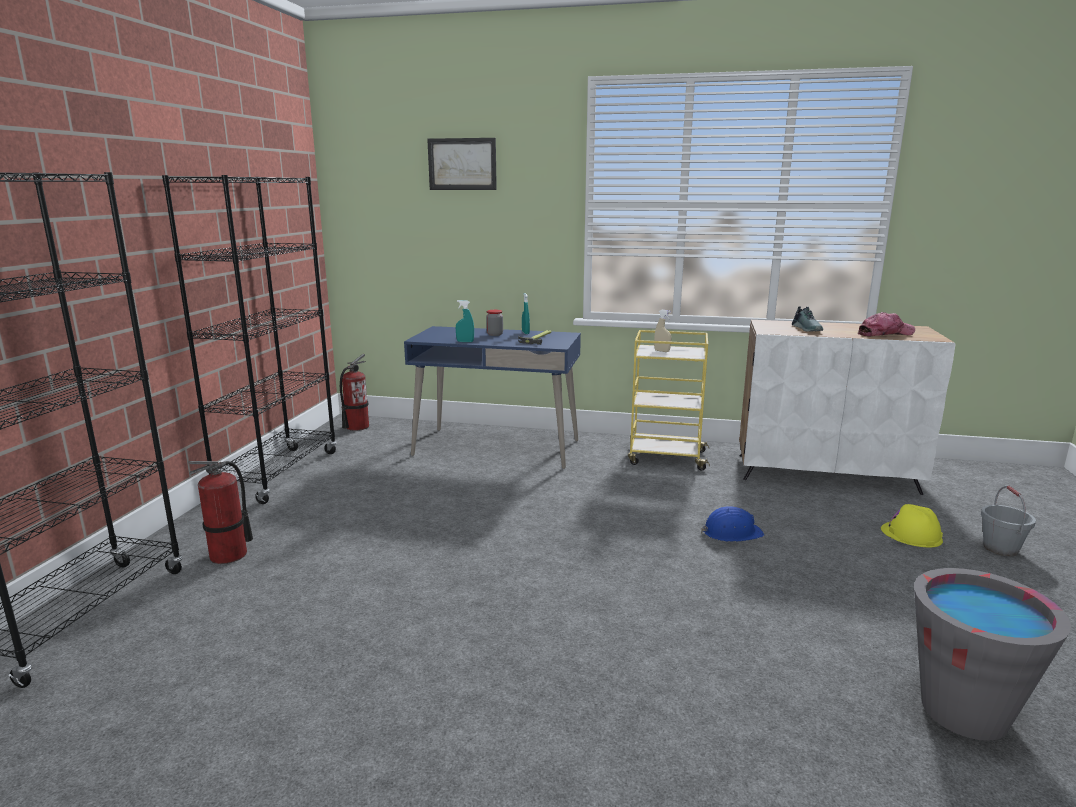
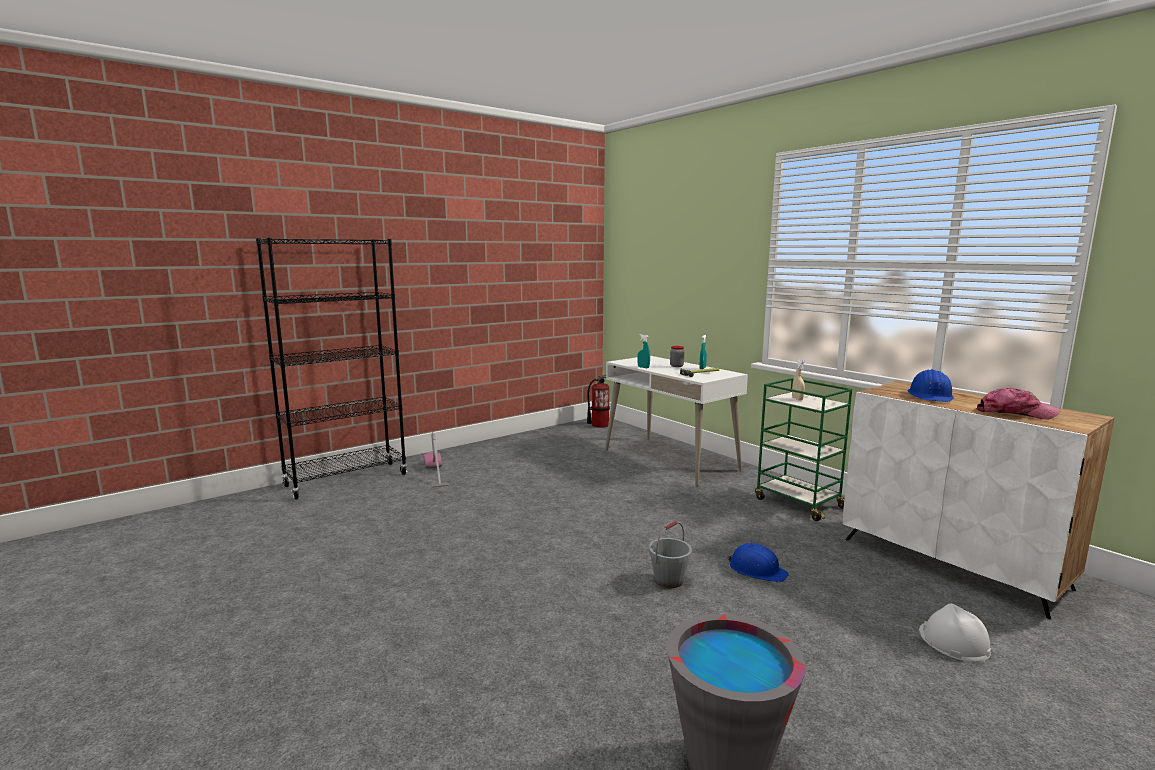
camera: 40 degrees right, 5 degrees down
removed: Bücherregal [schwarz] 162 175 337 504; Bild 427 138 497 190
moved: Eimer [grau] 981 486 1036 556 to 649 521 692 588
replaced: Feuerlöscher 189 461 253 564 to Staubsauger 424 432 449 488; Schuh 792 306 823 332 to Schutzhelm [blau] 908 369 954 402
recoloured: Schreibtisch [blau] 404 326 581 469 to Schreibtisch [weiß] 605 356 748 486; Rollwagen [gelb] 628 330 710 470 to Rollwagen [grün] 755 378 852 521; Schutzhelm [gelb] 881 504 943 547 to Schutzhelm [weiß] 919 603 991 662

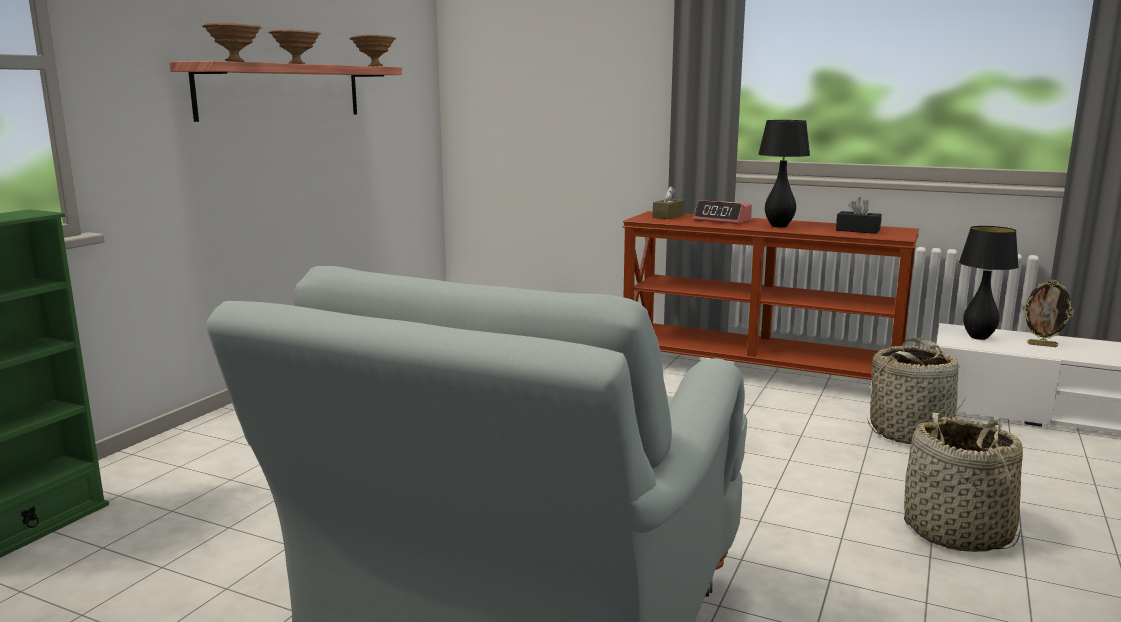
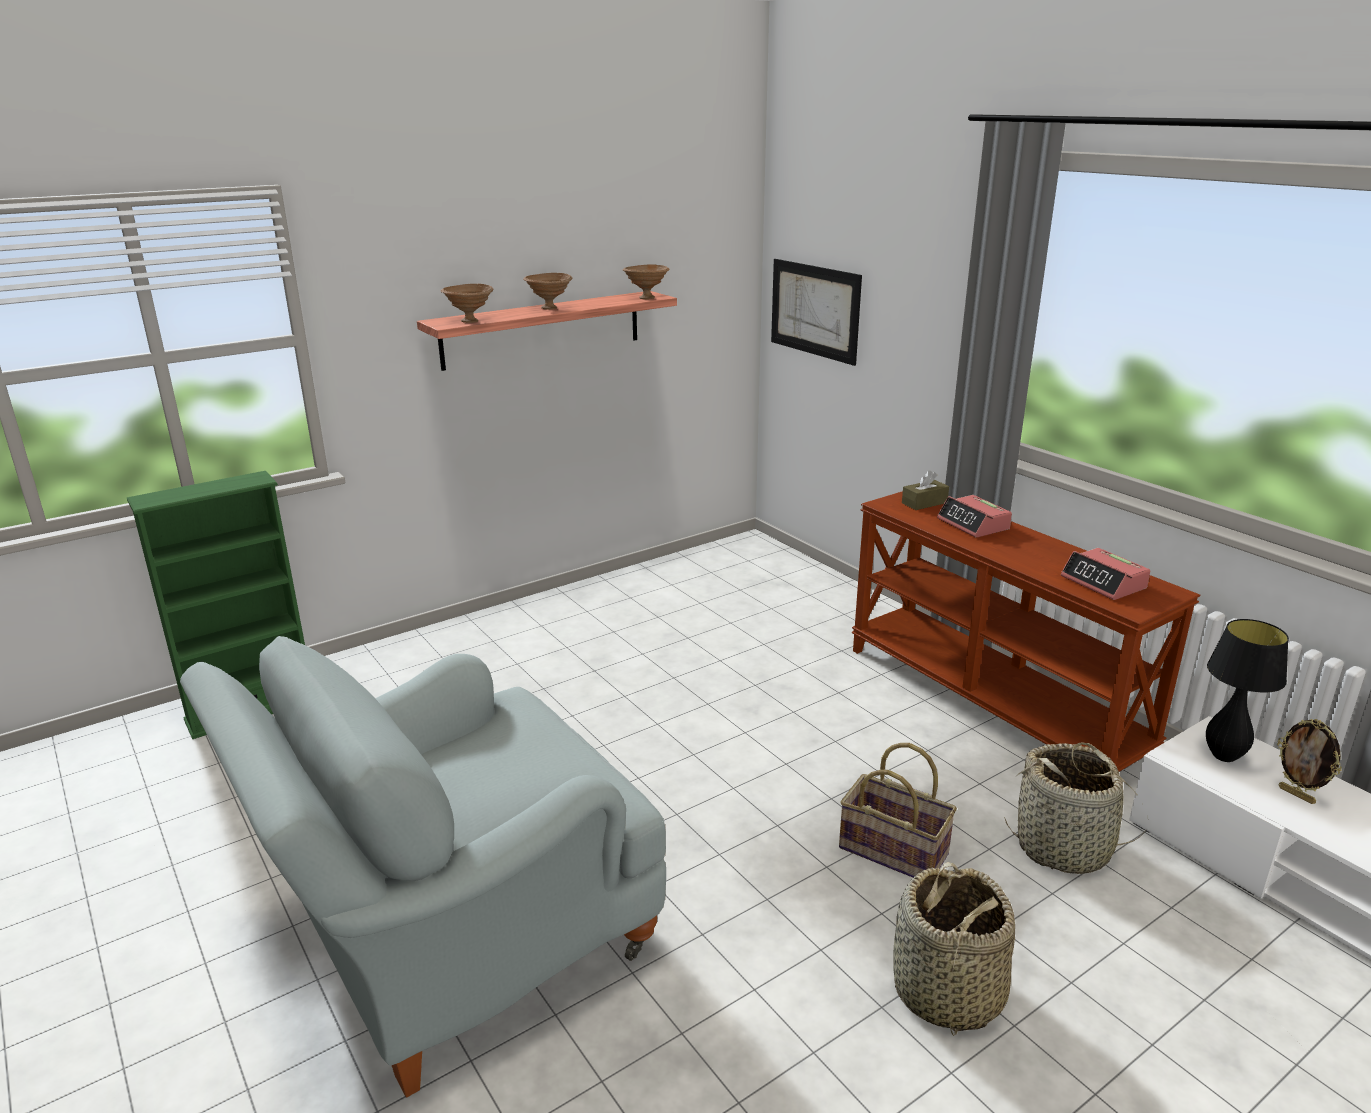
camera: 30 degrees right, 10 degrees up
removed: Tischlampe [schwarz] 758 120 810 227
added: Bild 771 259 862 366; Korb 839 743 957 878
replaced: Taschentuchbox [schwarz] 836 197 882 234 to Wecker 1061 548 1150 600

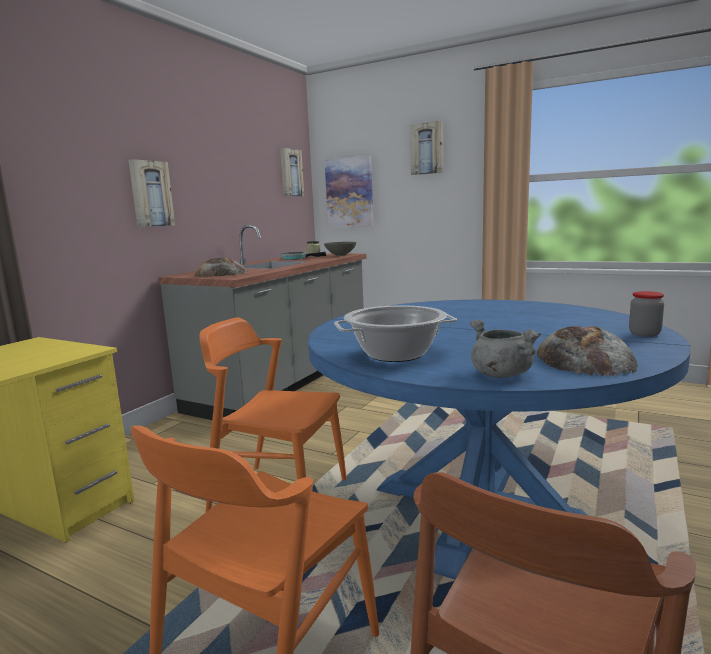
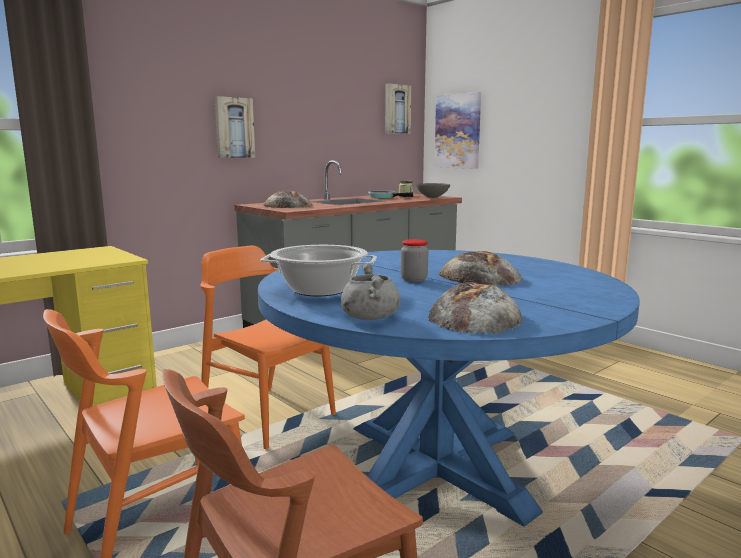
camera: 20 degrees right, 0 degrees up
removed: Bild 410 121 443 175
added: Brot 439 251 523 286
moved: Vorratsglas 629 291 664 337 to 401 239 428 282

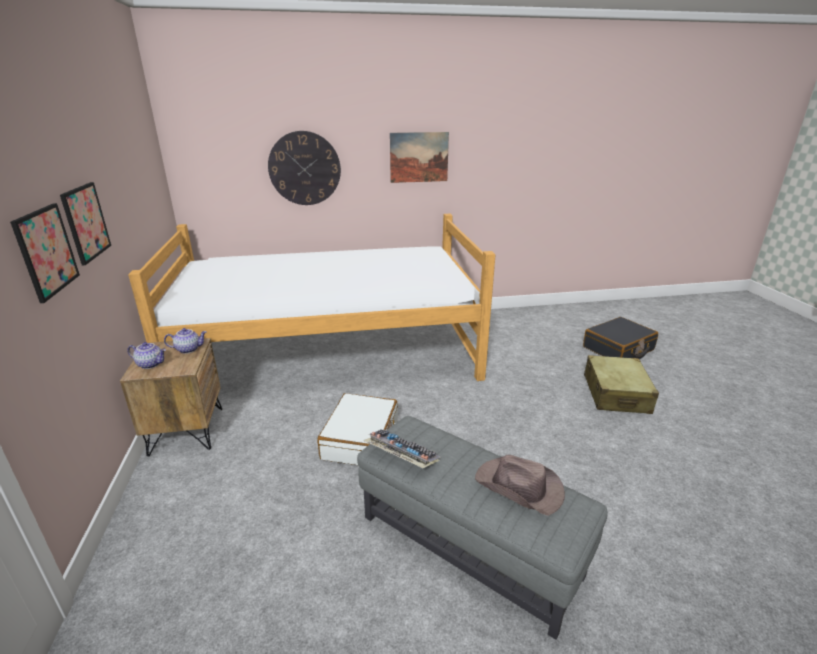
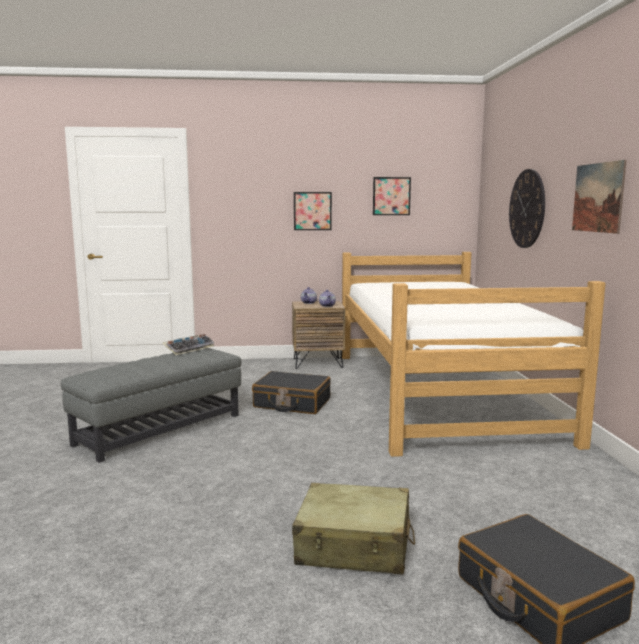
camera: 95 degrees right, 15 degrees down
removed: Hut [braun] 475 455 565 516
moved: Bild 10 203 80 303 to 373 177 411 215
recoloured: Koffer [weiß] 318 393 398 465 to Koffer [schwarz] 252 371 331 414

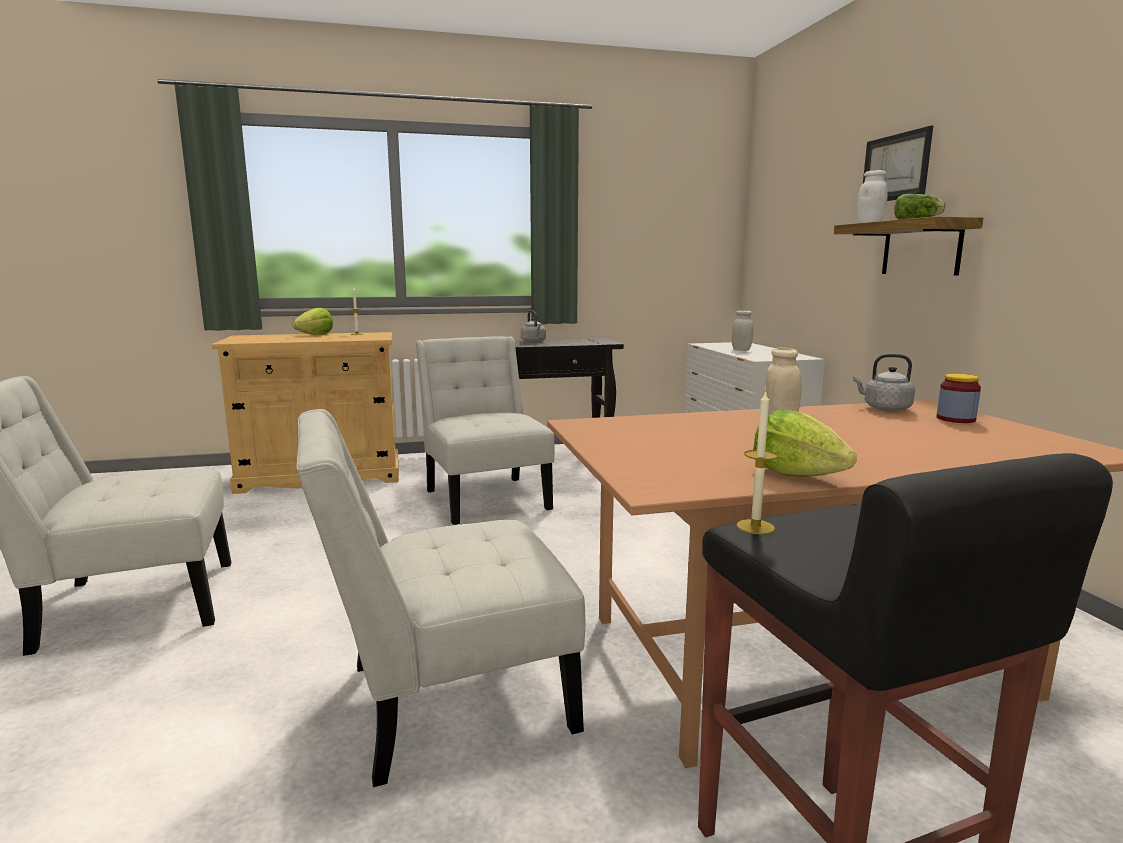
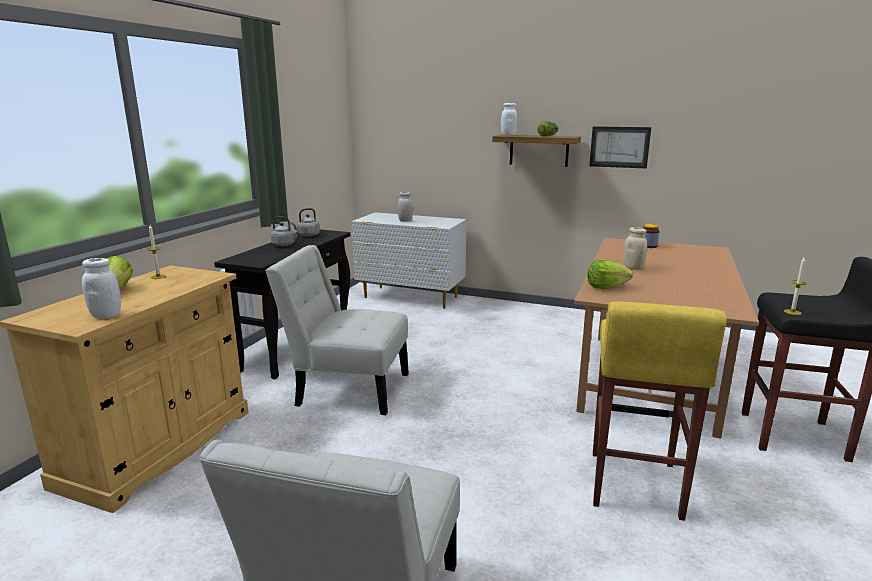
camera: 55 degrees left, 5 degrees up
added: Vorratsglas [weiß] 82 258 121 319
moved: Wasserkessel [grau] 853 354 915 411 to 290 208 320 236; Salatkopf 753 410 857 477 to 587 259 633 289; Bild 863 126 933 201 to 589 126 651 169
replaced: Stuhl [weiß] 296 409 585 787 to Hocker [gelb] 593 301 727 521

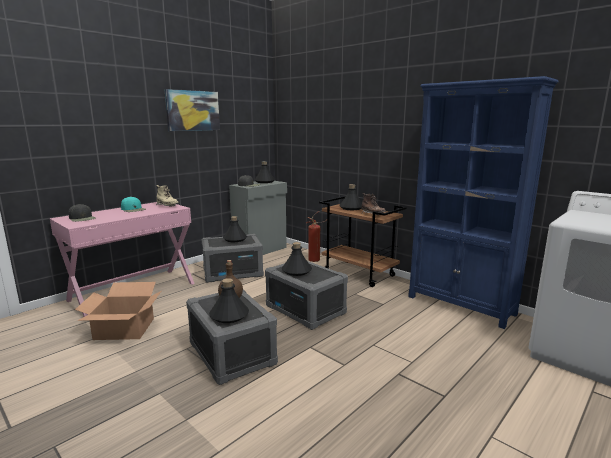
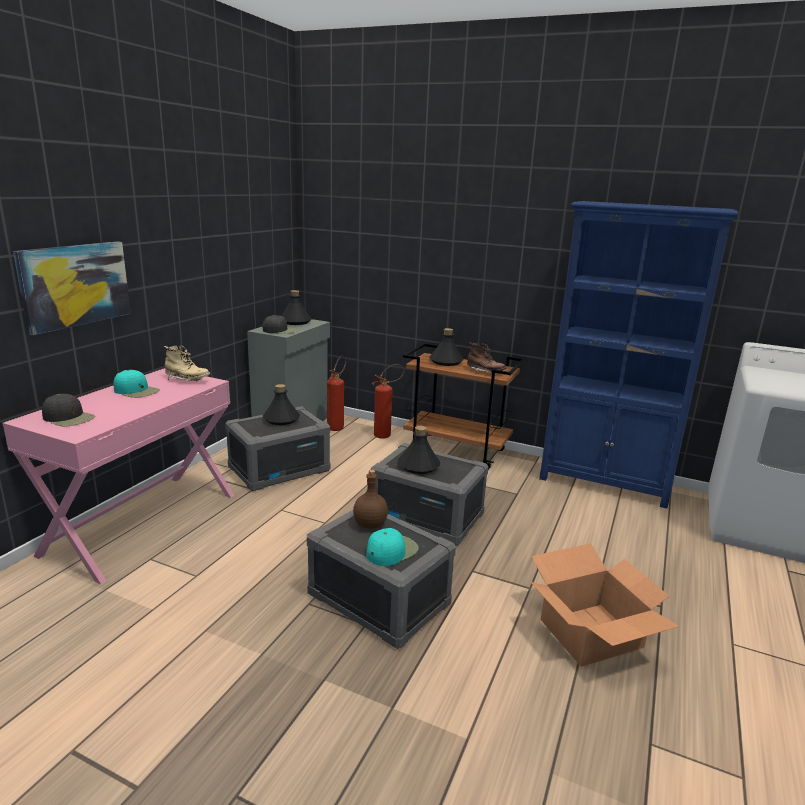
camera: 20 degrees left, 5 degrees up
added: Feuerlöscher 327 356 346 431
moved: Bild 164 89 220 131 to 13 242 131 335; Karton 75 282 161 340 to 530 543 680 667
replaced: Flasche [schwarz] 209 278 249 323 to Kappe [türkis] 366 528 419 566

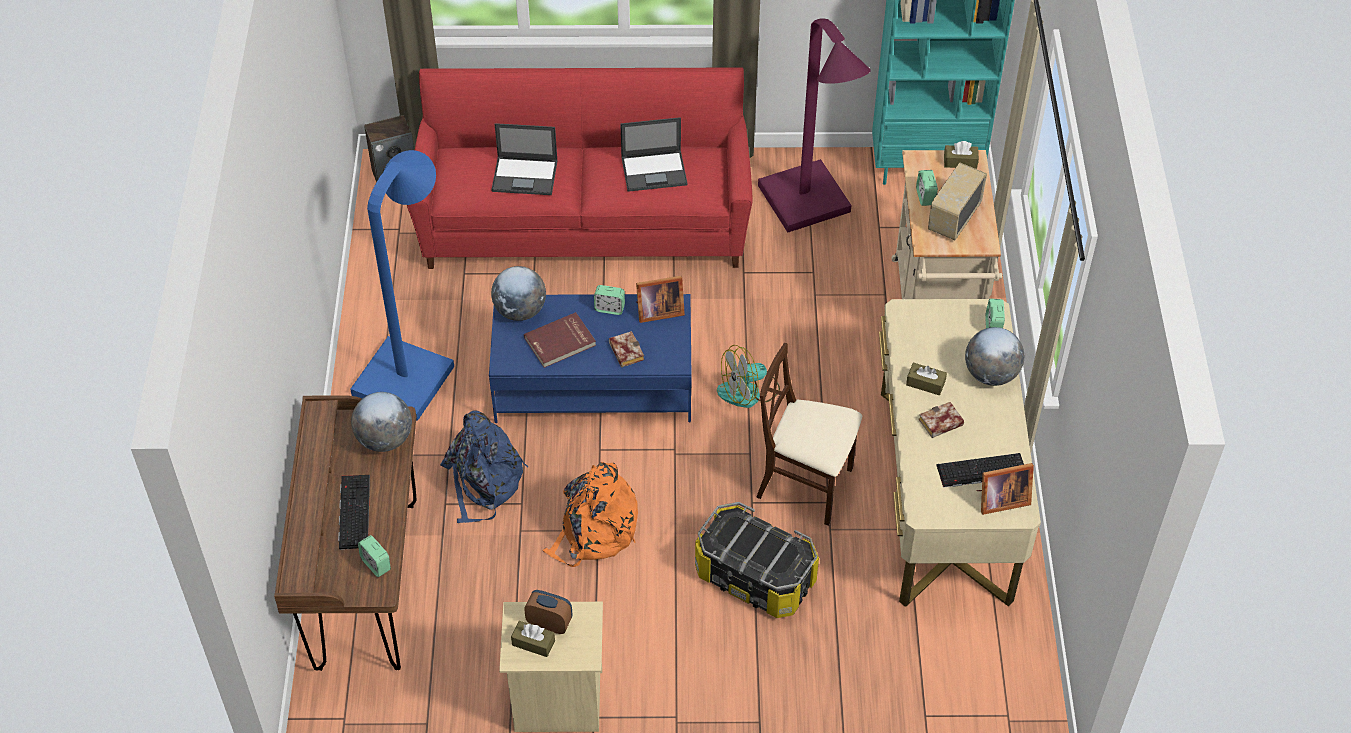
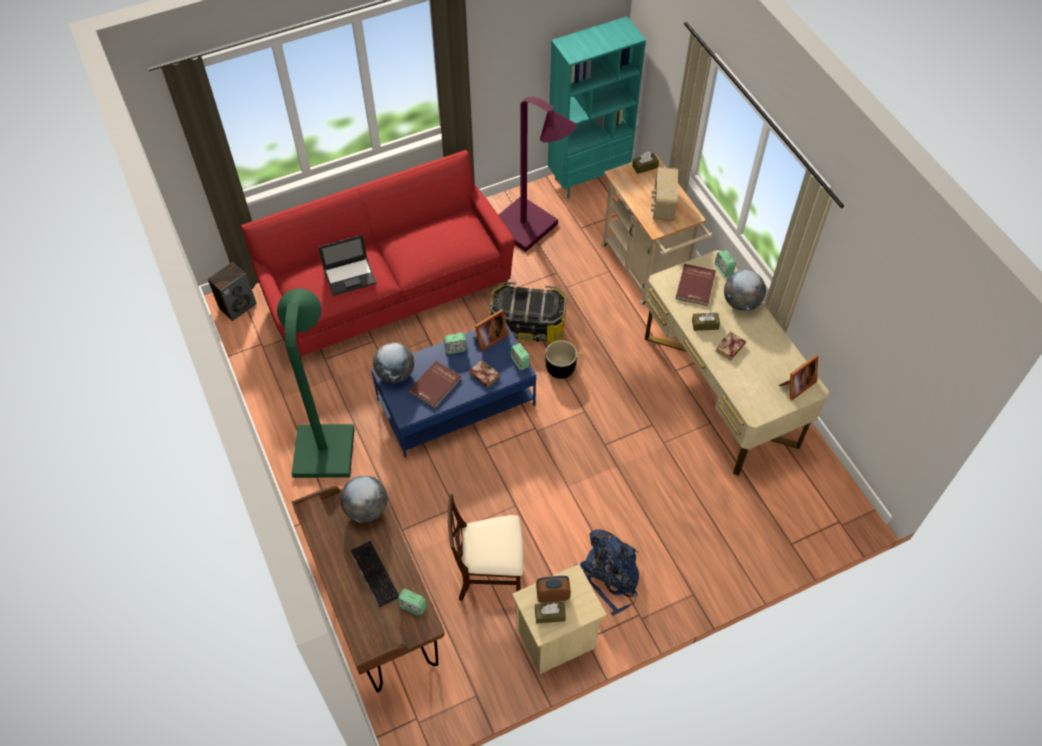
camera: 25 degrees left, 5 degrees up
removed: Rucksack [orange] 543 462 638 567; Laptop 620 117 688 192; Tastatur 936 453 1024 488
added: Buch [rot] 676 264 716 306
moved: Stuhl [beige] 756 343 862 526 to 448 494 523 601; Aufbewahrungsbox 695 502 819 618 to 489 282 567 342; Wecker 916 170 938 206 to 510 343 530 370; Rucksack [blau] 440 410 528 523 to 574 529 639 616
replaced: Ventilator 717 345 780 408 to Pflanzkübel [schwarz] 545 340 577 379
recoloured: Stehlampe [blau] 350 150 454 421 to Stehlampe [grün] 277 288 355 478

